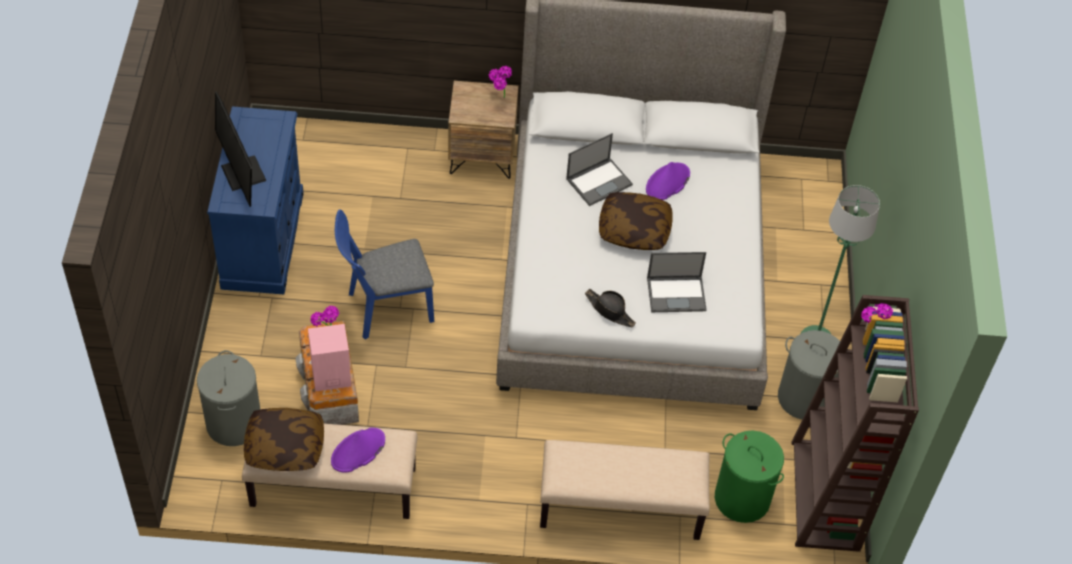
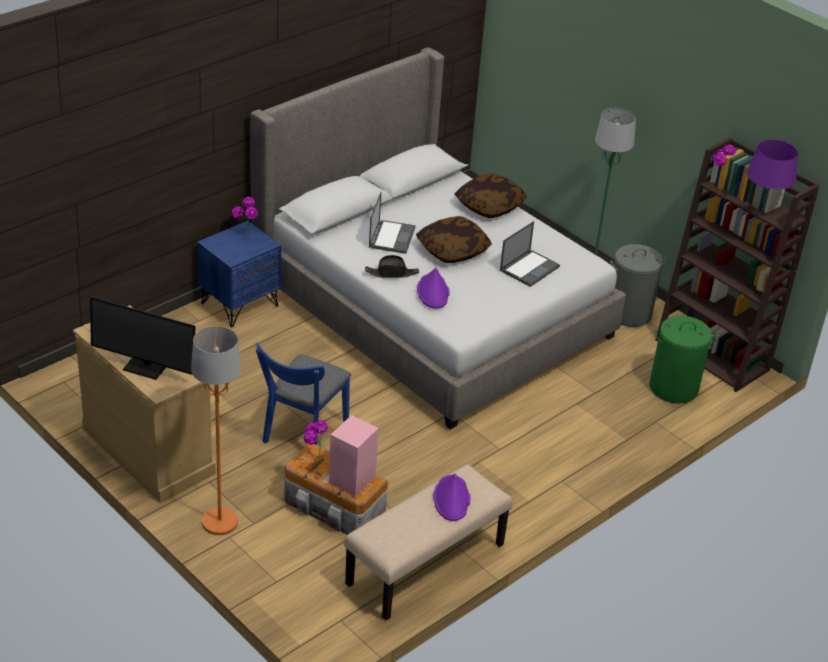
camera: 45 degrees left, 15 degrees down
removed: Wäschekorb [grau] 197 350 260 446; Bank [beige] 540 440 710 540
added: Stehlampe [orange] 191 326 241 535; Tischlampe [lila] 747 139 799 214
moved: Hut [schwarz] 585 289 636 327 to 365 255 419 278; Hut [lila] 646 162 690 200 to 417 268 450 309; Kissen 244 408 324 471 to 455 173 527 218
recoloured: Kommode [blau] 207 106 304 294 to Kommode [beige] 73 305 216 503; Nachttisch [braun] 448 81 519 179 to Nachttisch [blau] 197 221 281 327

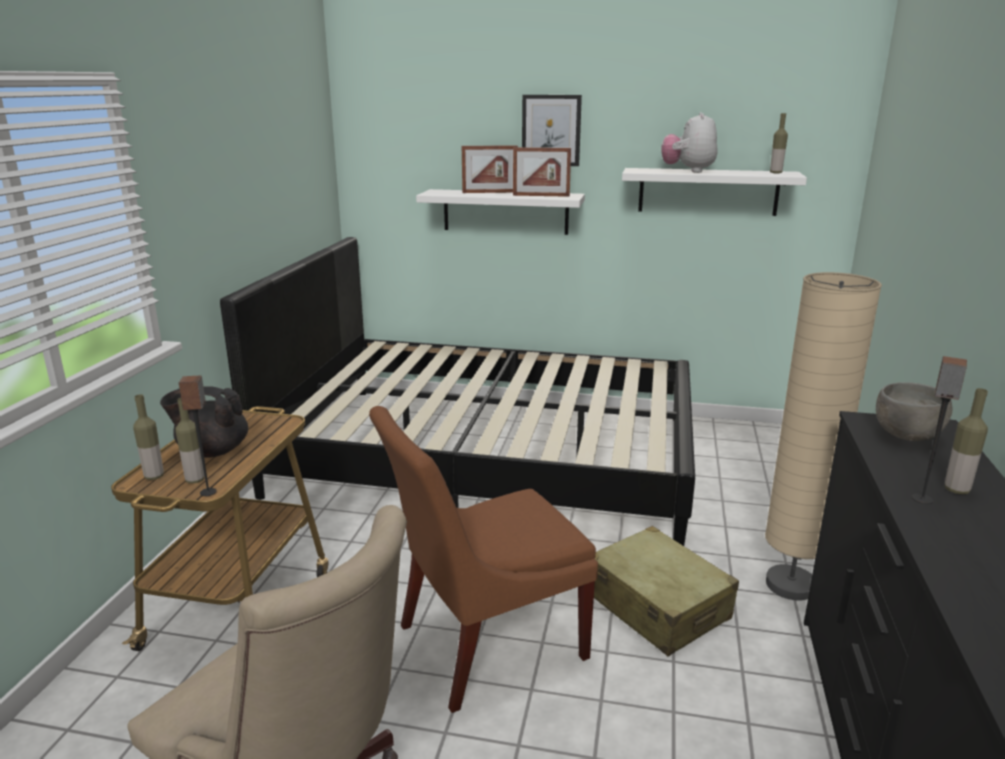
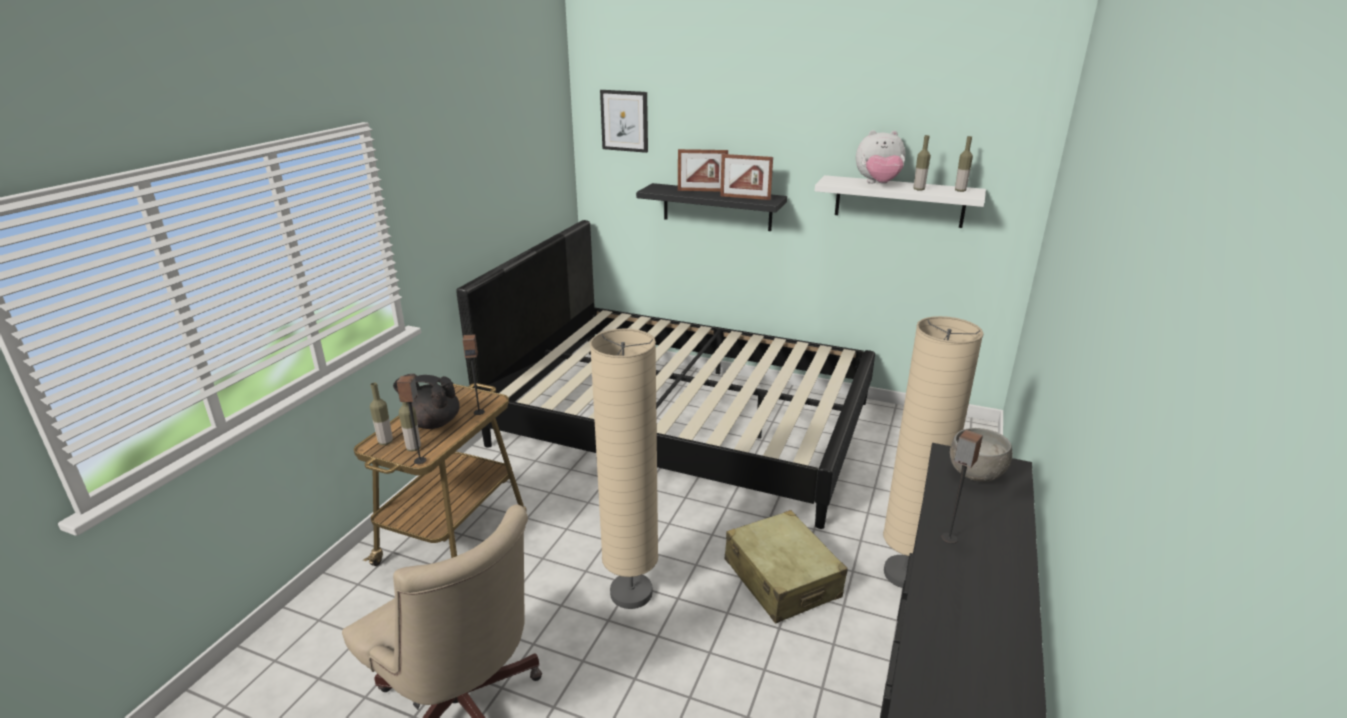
camera: 10 degrees right, 5 degrees up
added: Lautsprecher 463 334 485 415
moved: Bild 522 95 582 166 to 600 90 648 153; Flasche 945 388 988 494 to 913 135 931 191
replaced: Stuhl [braun] 369 406 598 713 to Stehlampe [beige] 590 328 658 609
recoloured: Wandregal [weiß] 416 189 585 235 to Wandregal [schwarz] 636 183 787 231
turned: Plüschtier 661 112 717 173 = 856 130 906 184 105 degrees counterclockwise

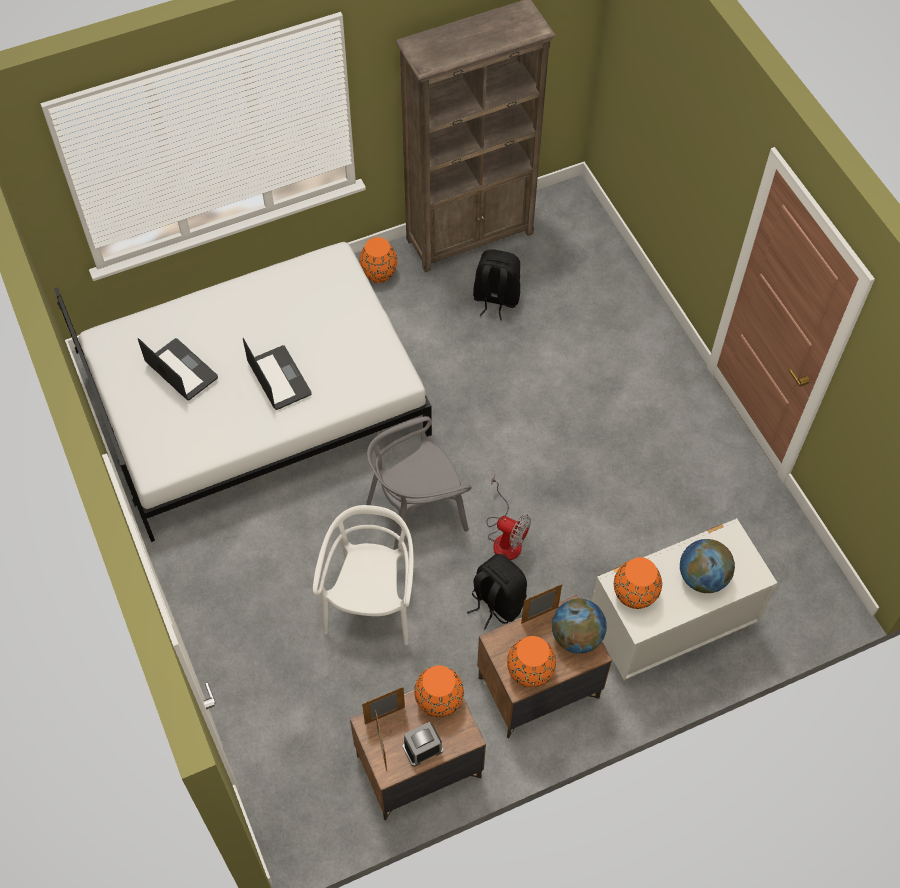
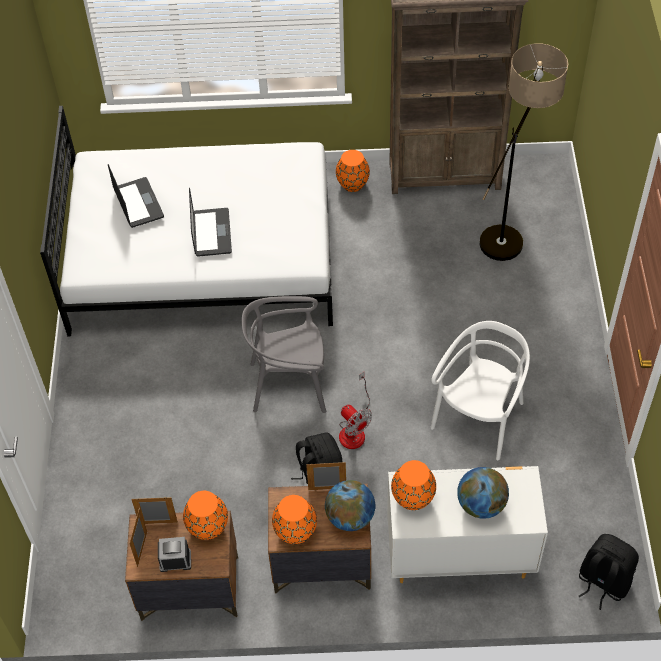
camera: 25 degrees right, 5 degrees down
added: Stehlampe 479 43 568 261
moved: Stuhl [weiß] 313 505 414 645 to 430 321 530 461; Rucksack [schwarz] 473 249 520 320 to 579 534 639 610

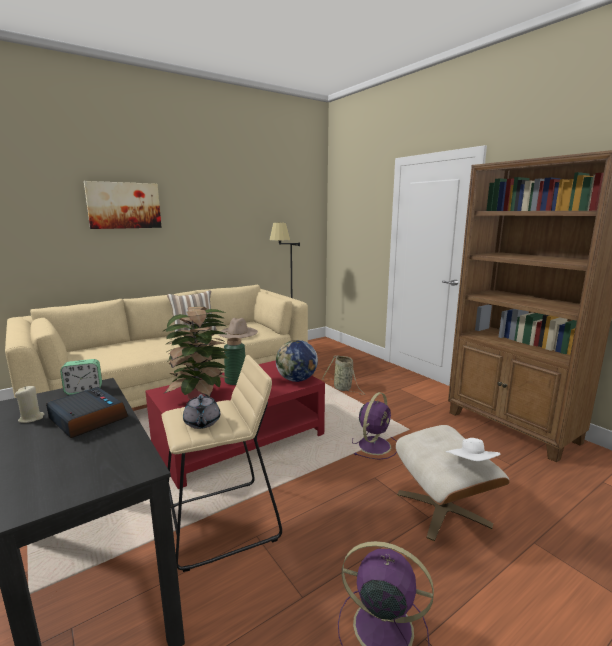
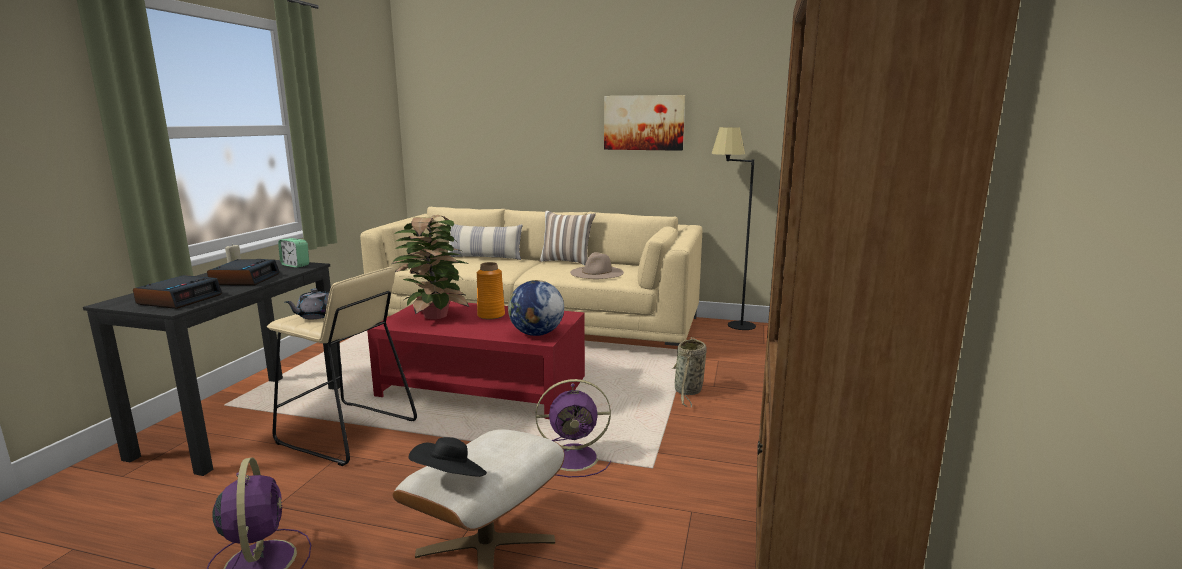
camera: 50 degrees right, 0 degrees up
added: Wecker 133 275 222 309; Kissen 448 224 522 260
moved: Bild 84 181 162 229 to 604 95 685 151
recoloured: Hut [weiß] 446 438 500 461 to Hut [schwarz] 408 437 487 477; Vase [grün] 224 338 246 385 to Vase [orange] 477 262 505 320

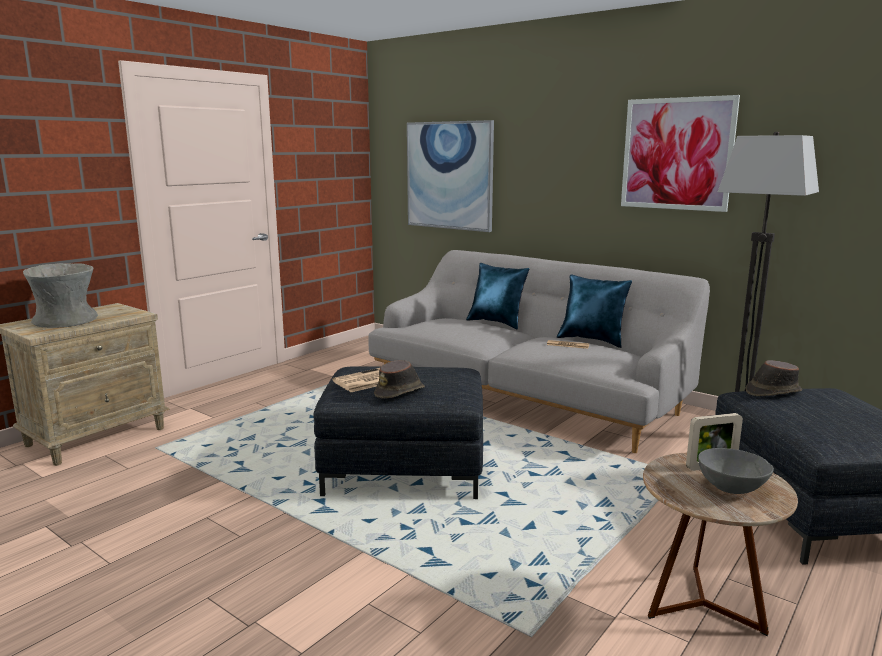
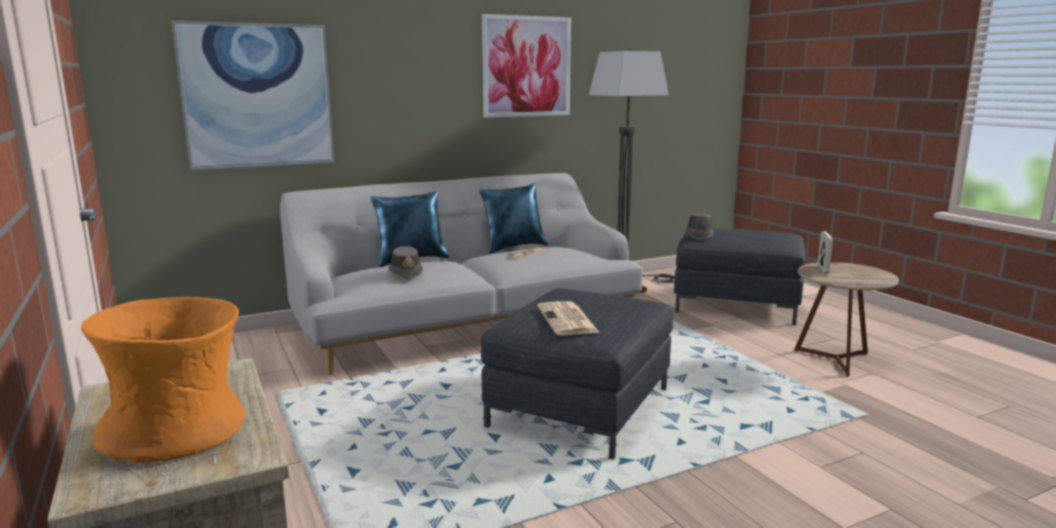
camera: 65 degrees left, 0 degrees up
removed: Schüssel [grau] 698 448 774 494
moved: Hut [braun] 374 360 425 399 to 389 246 423 279
recoloured: Vase [grau] 23 263 98 328 to Vase [orange] 81 297 245 463

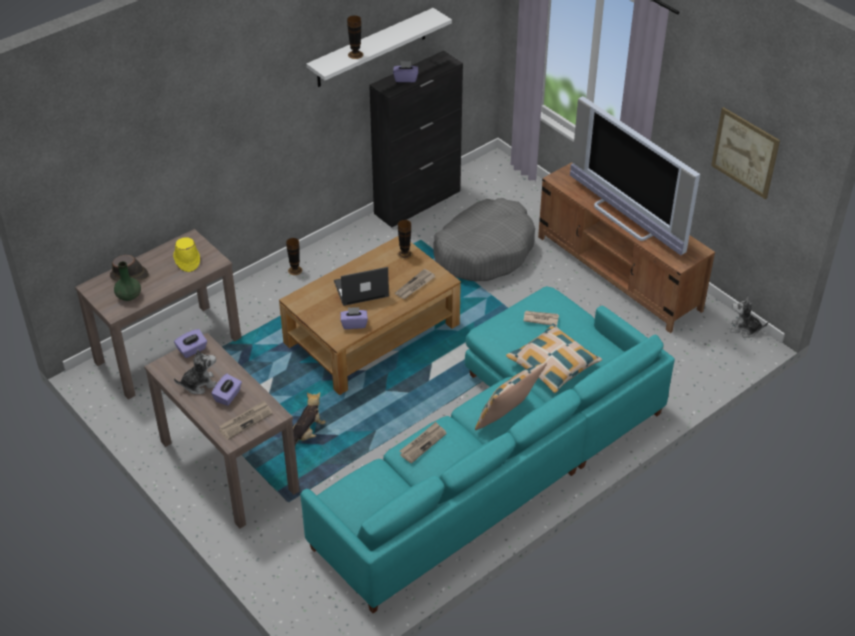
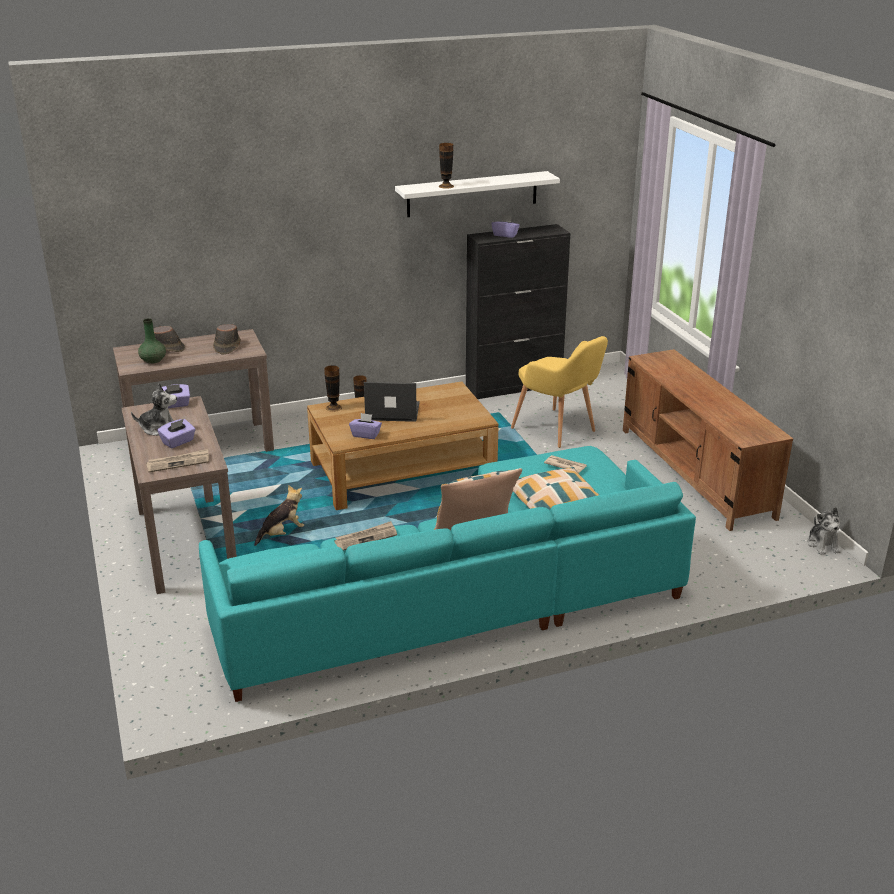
camera: 20 degrees right, 15 degrees down
removed: Zeitung 395 269 436 299; Fernseher 570 96 700 255; Bild 711 107 780 199
moved: Vase 398 220 412 259 to 324 365 342 412
replaced: Hundebett [grau] 433 198 535 281 to Sessel [gelb] 511 336 608 448
recoloured: Hut [gelb] 173 237 200 272 to Hut [braun] 213 324 241 355
turned: Plüschtier 730 296 768 337 = 807 507 841 555 135 degrees counterclockwise

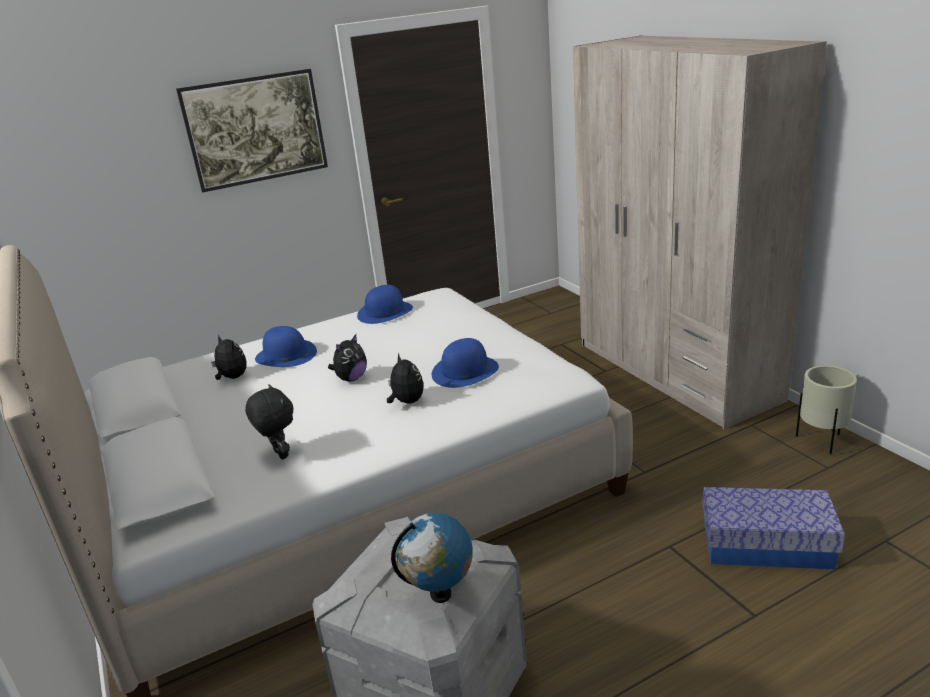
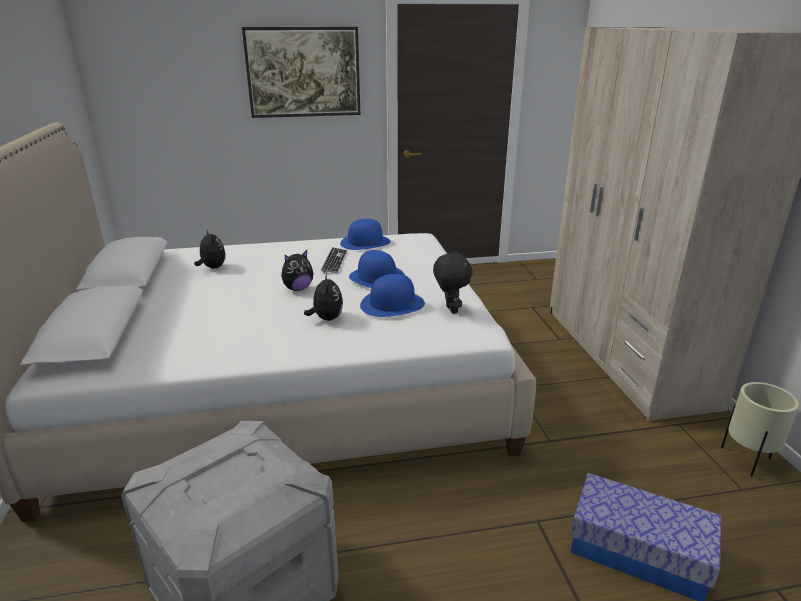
camera: 15 degrees right, 0 degrees up
removed: Globus 391 513 473 603
added: Tastatur 321 247 348 273
moved: Hut [blau] 255 326 317 367 to 349 250 405 288; Plüschtier [schwarz] 245 384 293 459 to 433 251 473 314

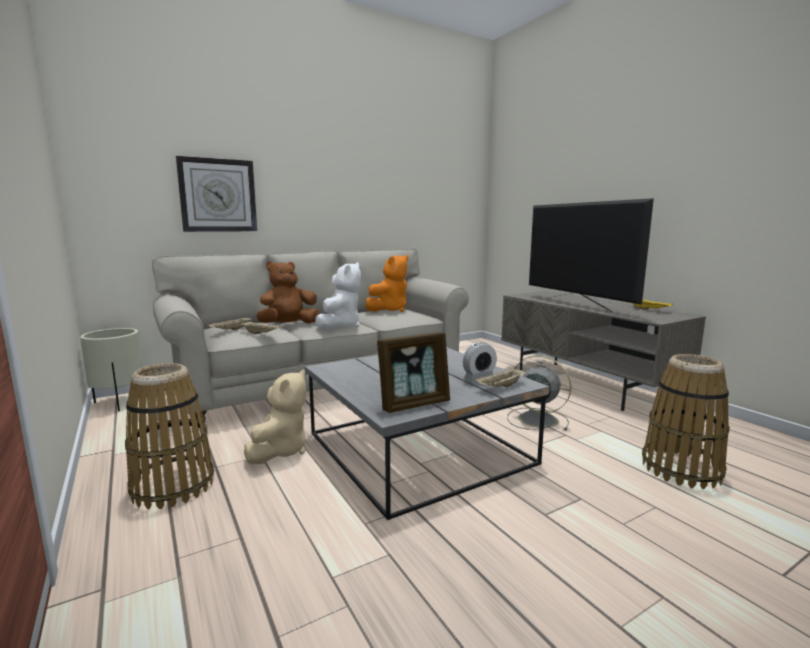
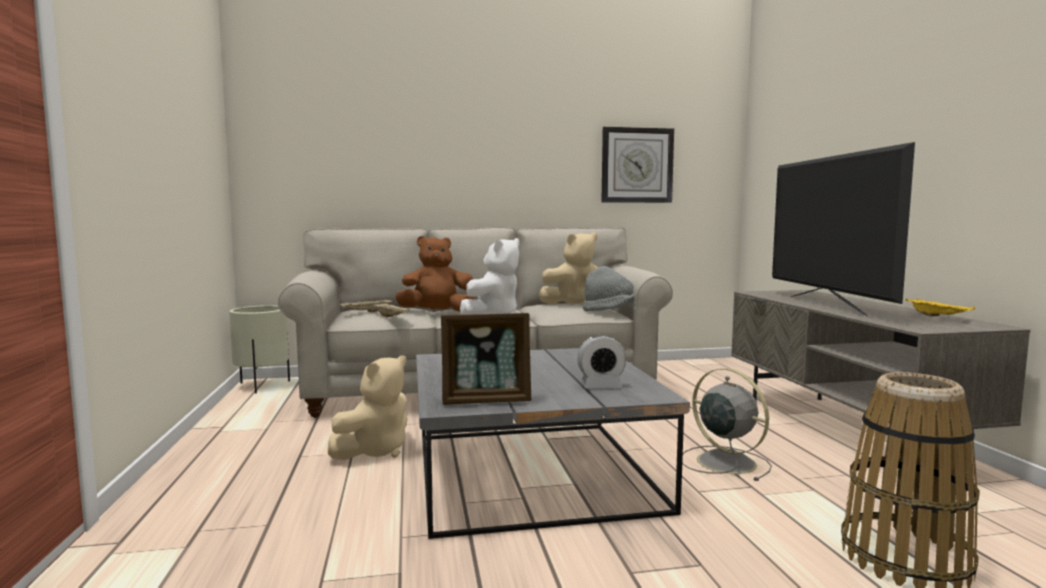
camera: 20 degrees right, 5 degrees down
removed: Korb 125 363 214 509; Tablett [beige] 475 367 527 387
added: Hut [grau] 582 266 634 311
moved: Wanduhr 176 156 257 232 to 602 127 674 203
recoloured: Plüschtier [orange] 365 255 408 312 to Plüschtier [beige] 539 232 598 304

